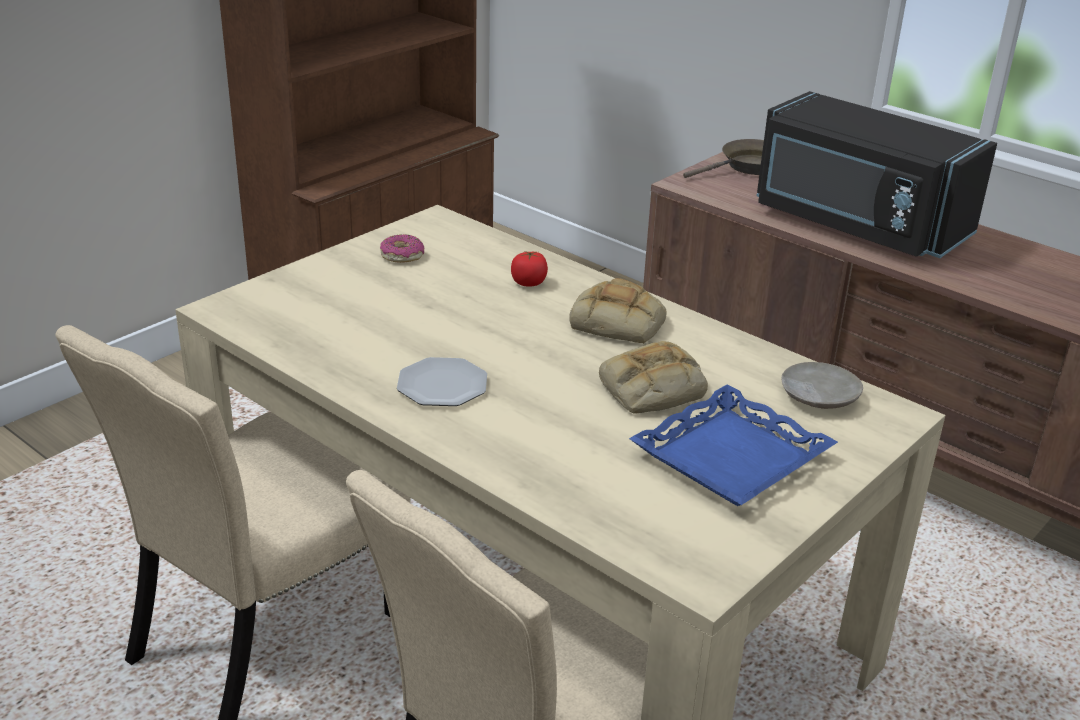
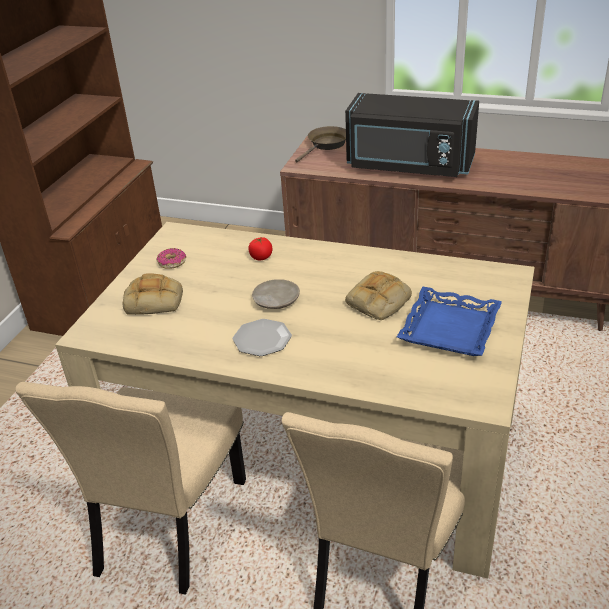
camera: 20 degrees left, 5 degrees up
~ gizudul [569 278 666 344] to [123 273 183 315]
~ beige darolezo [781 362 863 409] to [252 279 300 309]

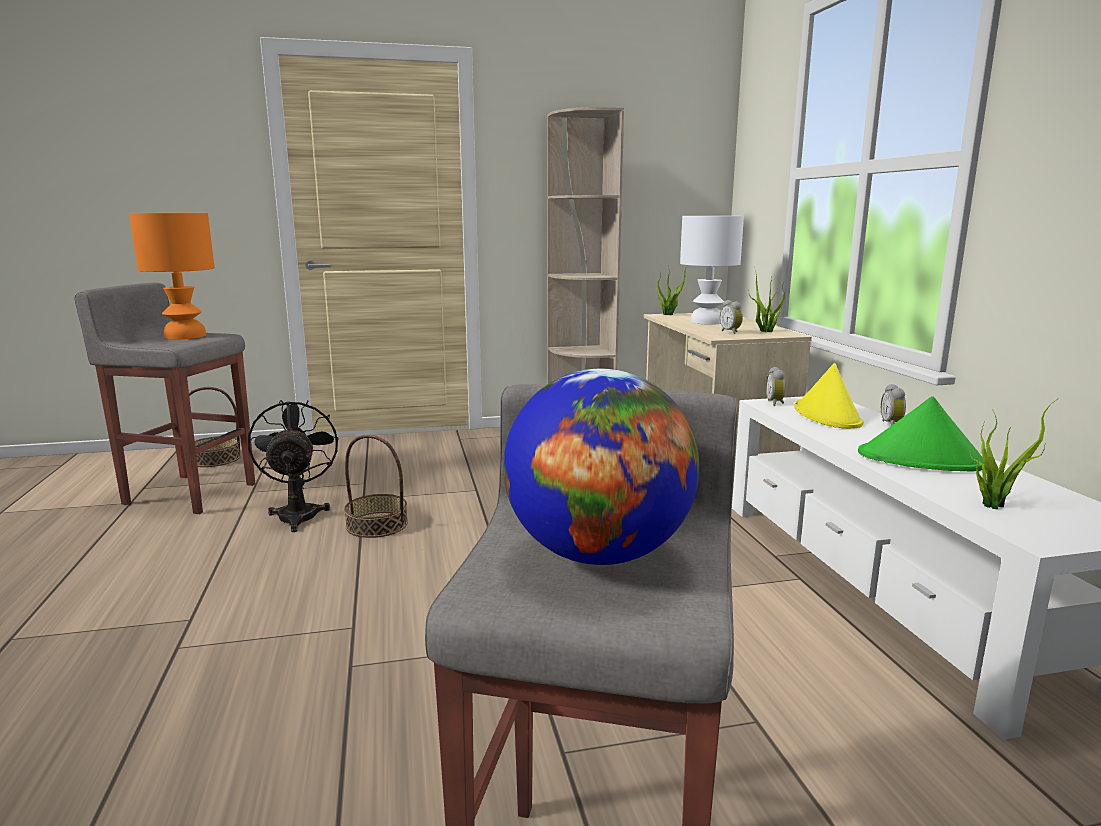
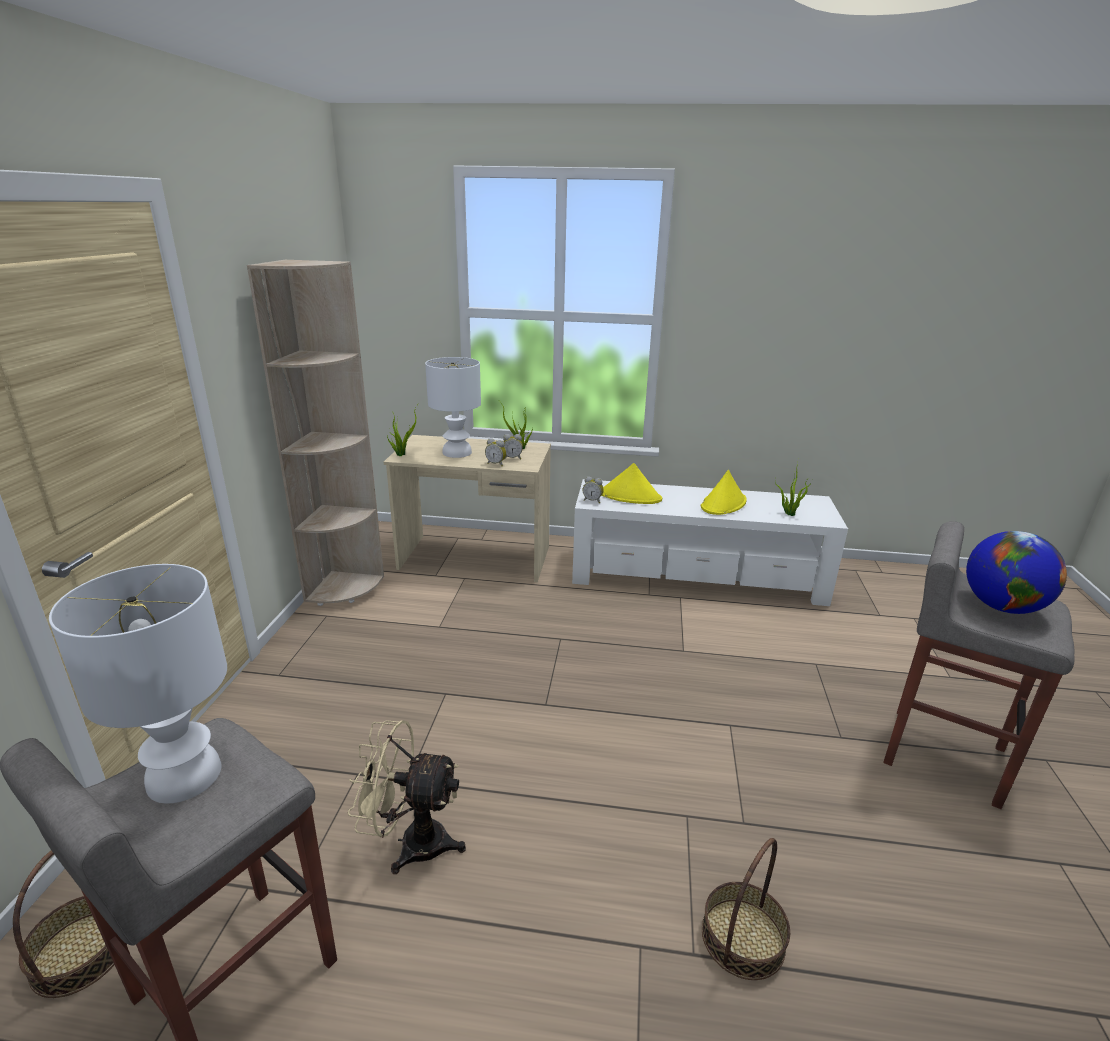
camera: 70 degrees left, 10 degrees up
~ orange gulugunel [129 213 215 339] to white gulugunel [49 564 227 804]
~ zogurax [881 384 906 426] to [485 438 507 466]
~ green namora [858 396 984 471] to yellow namora [701 470 747 515]
~ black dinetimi [248 400 338 532] to beige dinetimi [348 720 466 874]
~ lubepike [344 435 408 538] to [702 838 790 980]

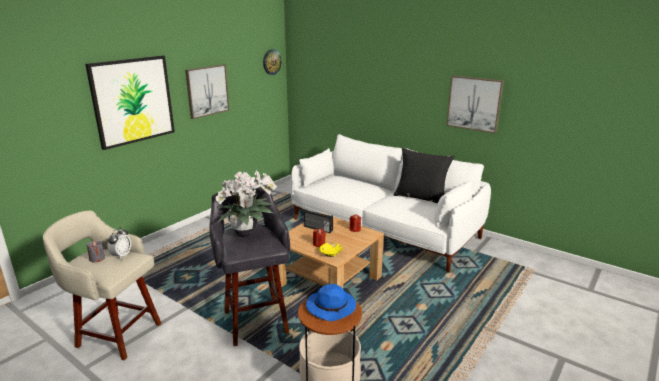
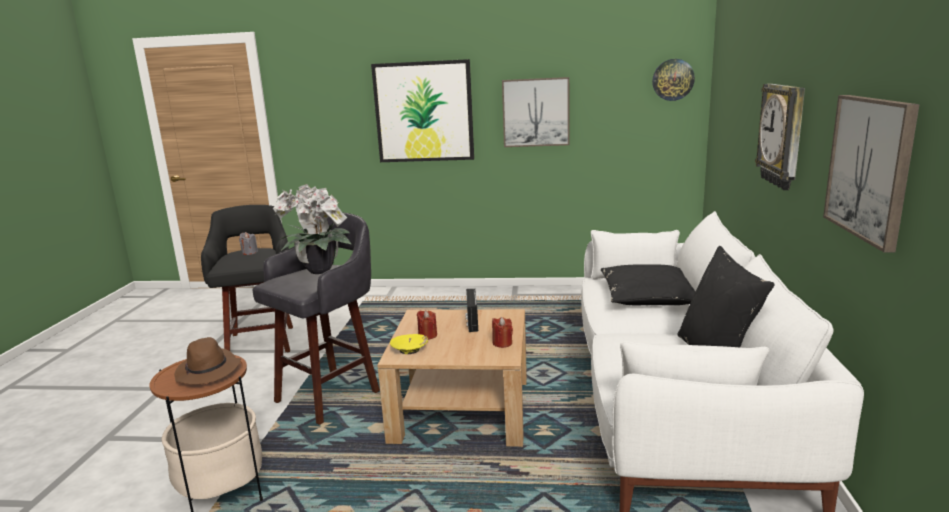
camera: 60 degrees right, 5 degrees down
~ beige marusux [43 210 162 360] to black marusux [201 205 293 352]
- zogurax [107 227 131 259]
~ blue namora [306 284 356 321] to brown namora [175 337 241 385]
+ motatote [755 84 805 190]
+ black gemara [601 264 696 305]

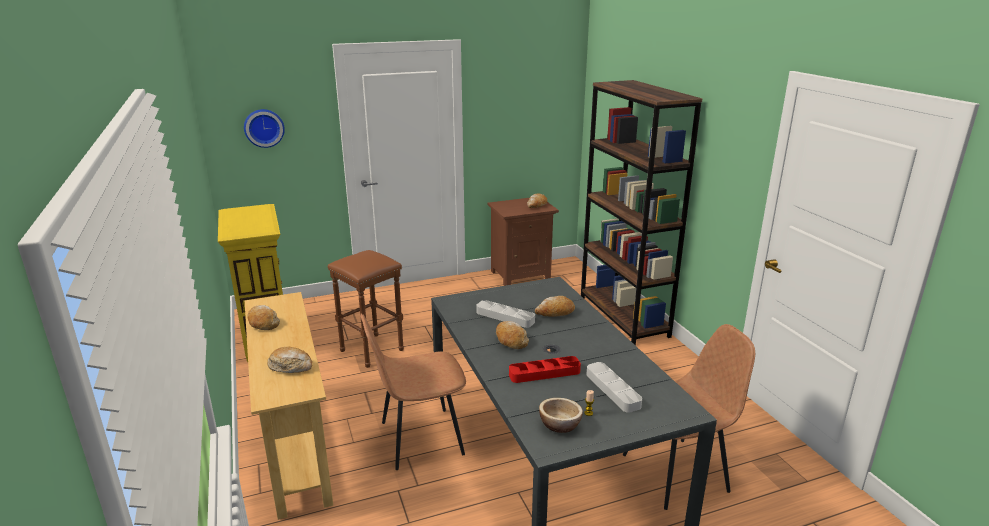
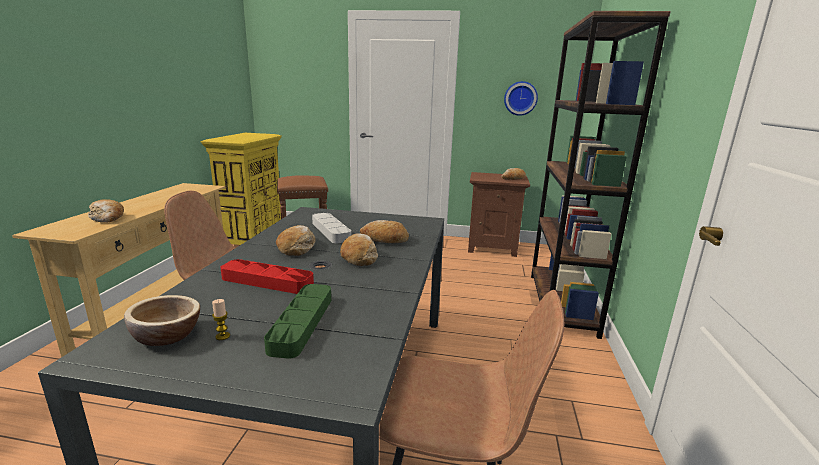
camera: 30 degrees right, 5 degrees down
~ motatote [244 109 285 148] to [504 81 538 116]
~ gizudul [247 305 280 330] to [340 234 378 266]
~ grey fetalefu [586 362 642 413] to green fetalefu [264 284 331 359]

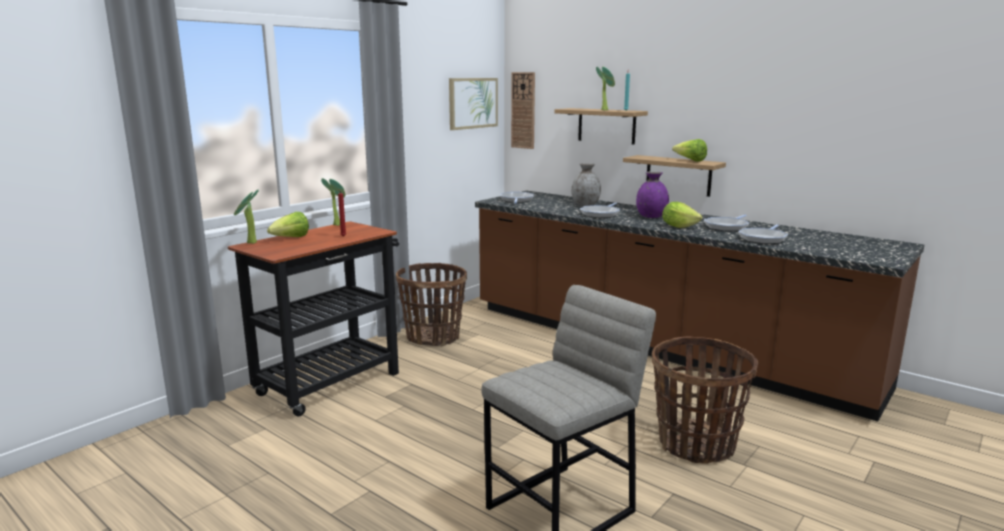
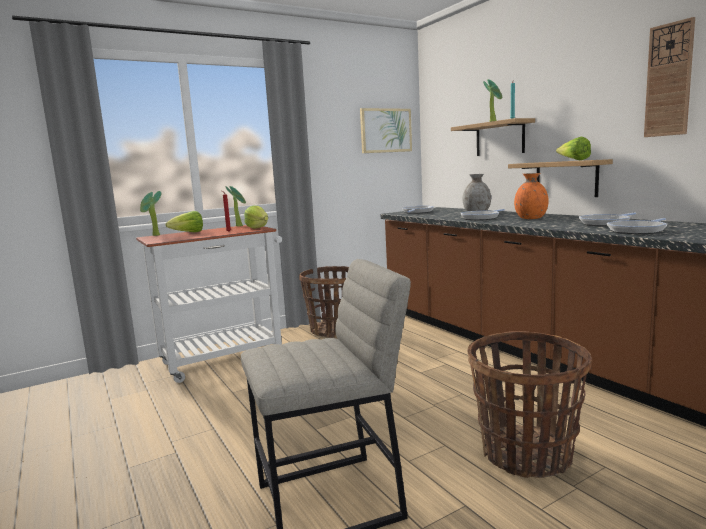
camera: 20 degrees right, 5 degrees down
~ motatote [511 72 535 149] to [644 17 695 137]
~ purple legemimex [636 171 669 218] to orange legemimex [514 173 549 219]
~ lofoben [662 202 702 228] to [244 206 268 229]
~ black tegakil [228 221 399 417] to white tegakil [136 225 282 383]

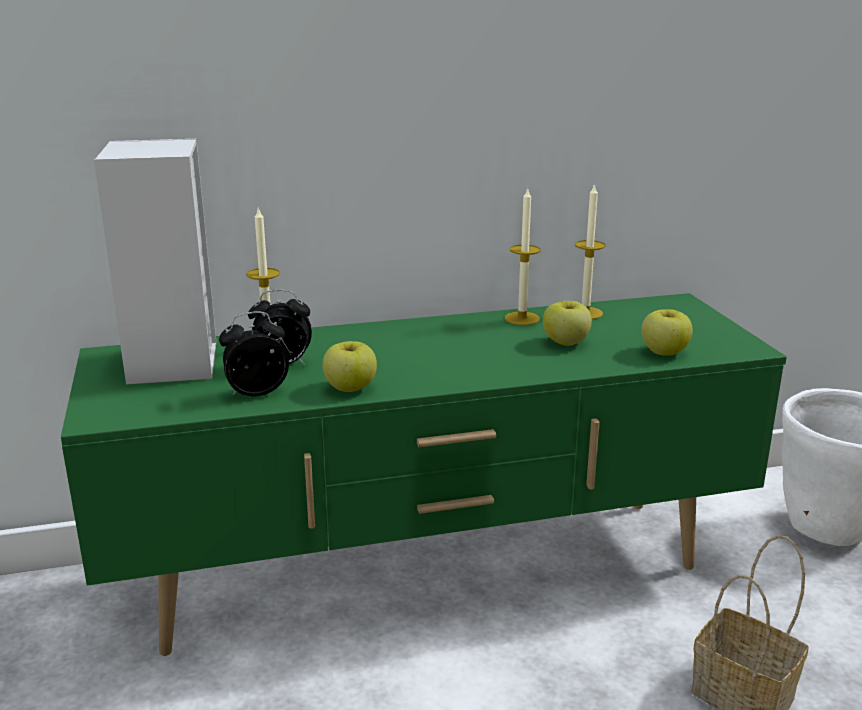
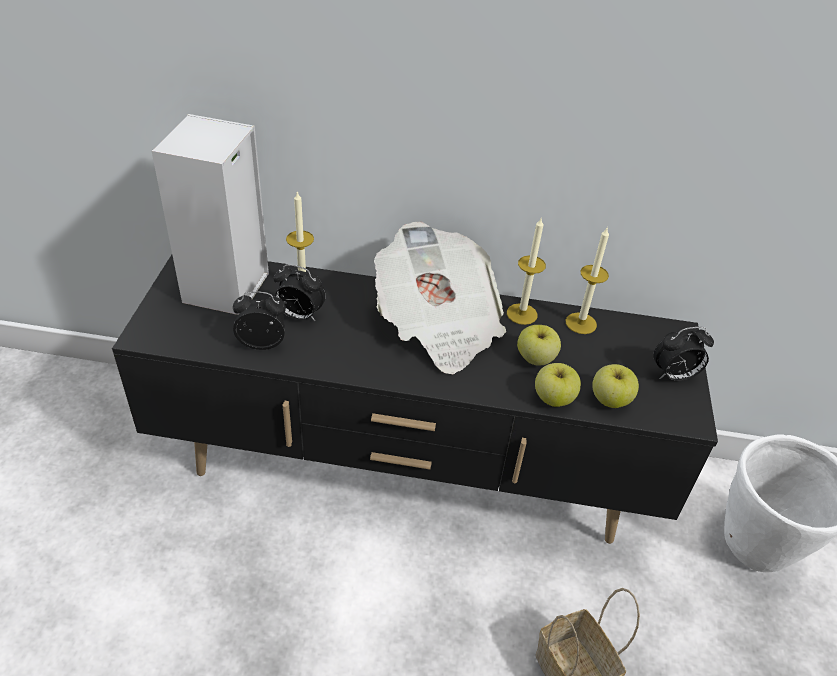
camera: 20 degrees right, 20 degrees up
~ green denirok [61 293 787 656] to black denirok [112 255 718 544]
~ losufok [322 341 377 392] to [535 363 581 407]
+ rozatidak [374 222 506 375]
+ zogurax [653 327 714 381]

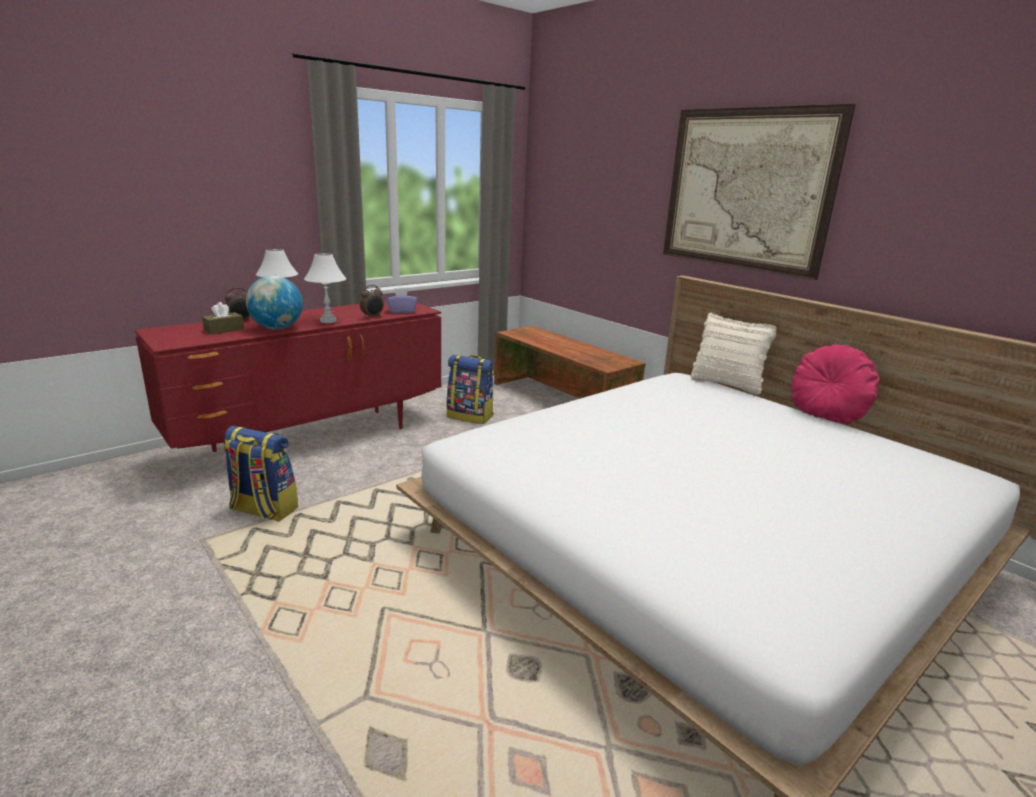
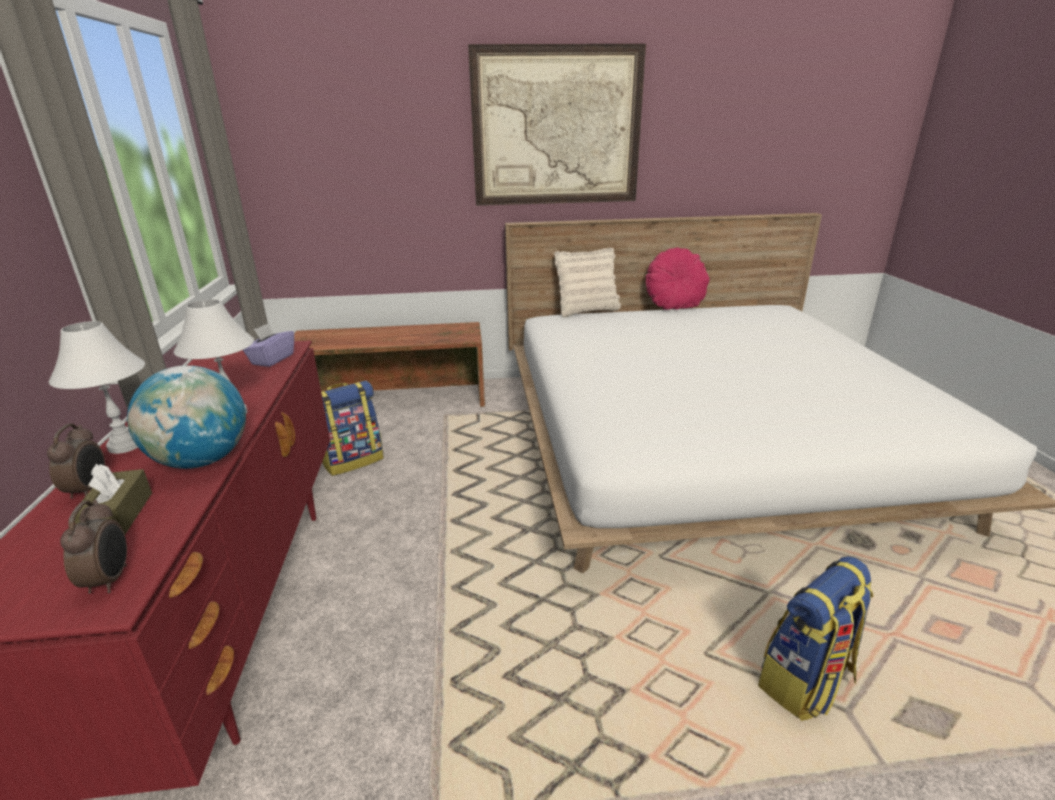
camera: 55 degrees left, 5 degrees up
~ zogurax [360 285 384 318] to [60 500 127 594]
~ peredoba [223 426 298 522] to [758 557 874 721]

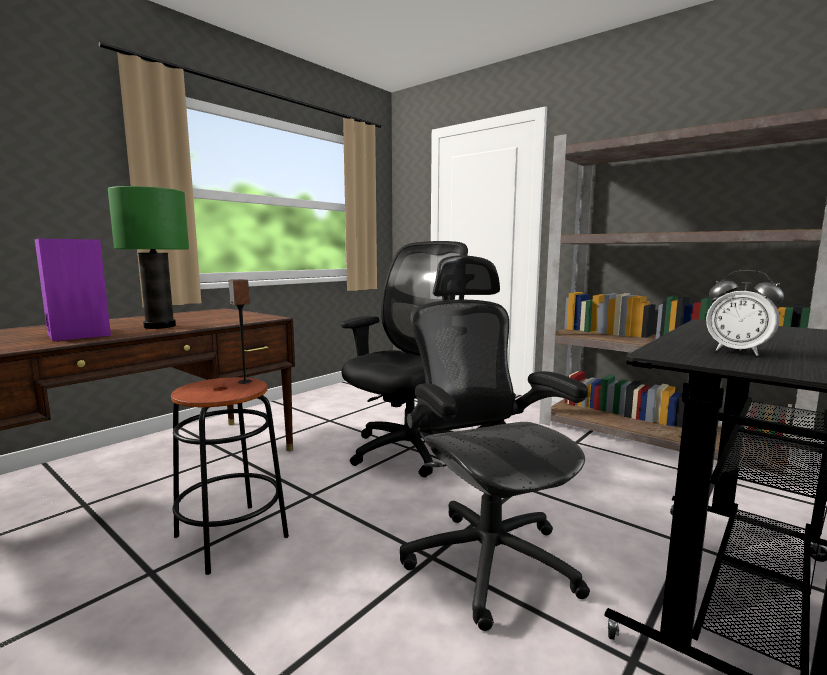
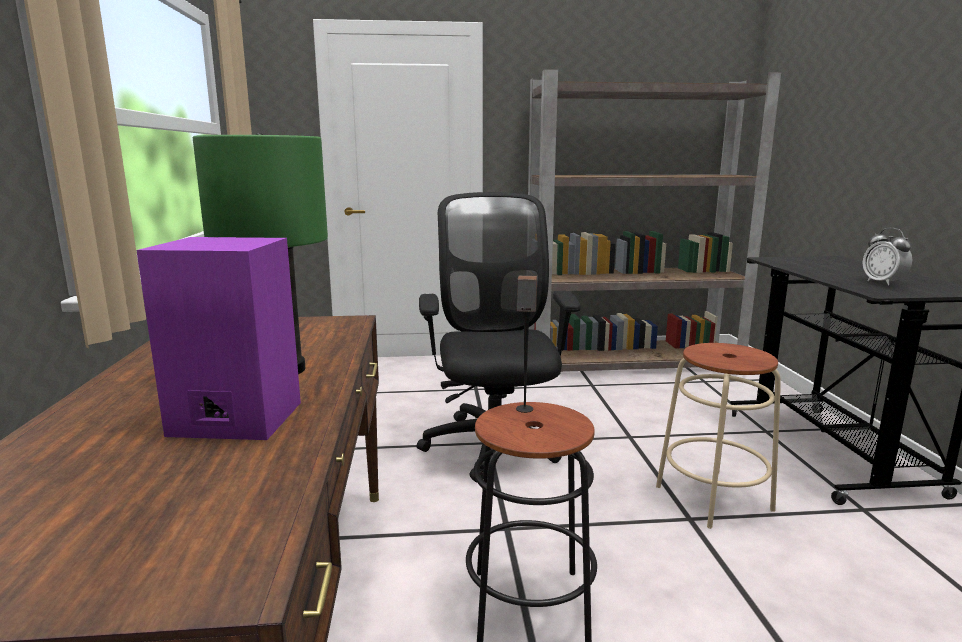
camera: 45 degrees left, 5 degrees up
~ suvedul [400 255 590 631] to beige marusux [656 343 781 529]
~ zogurax [706 270 784 356] = [863 228 912 286] 75 degrees clockwise

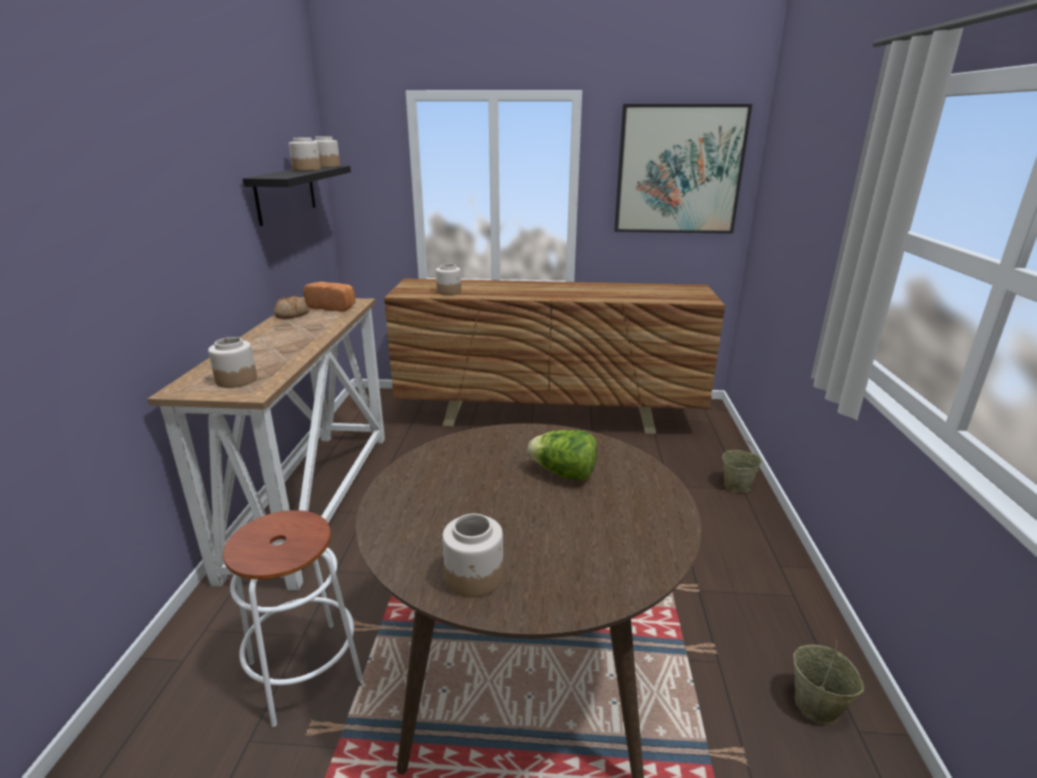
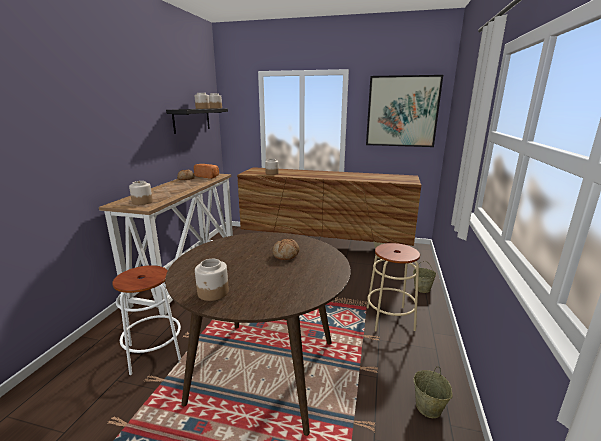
camera: 10 degrees right, 5 degrees down
~ lofoben [528 430 597 481] to gizudul [273 239 300 260]
+ beige marusux [367 243 420 331]

